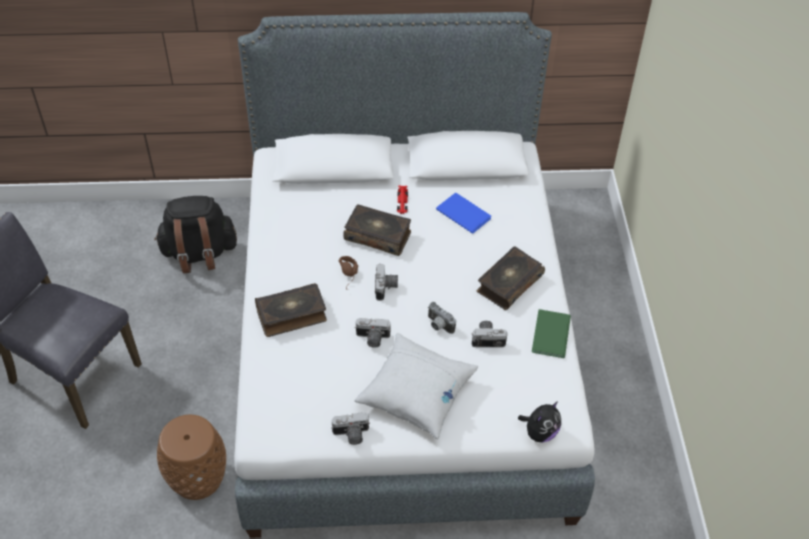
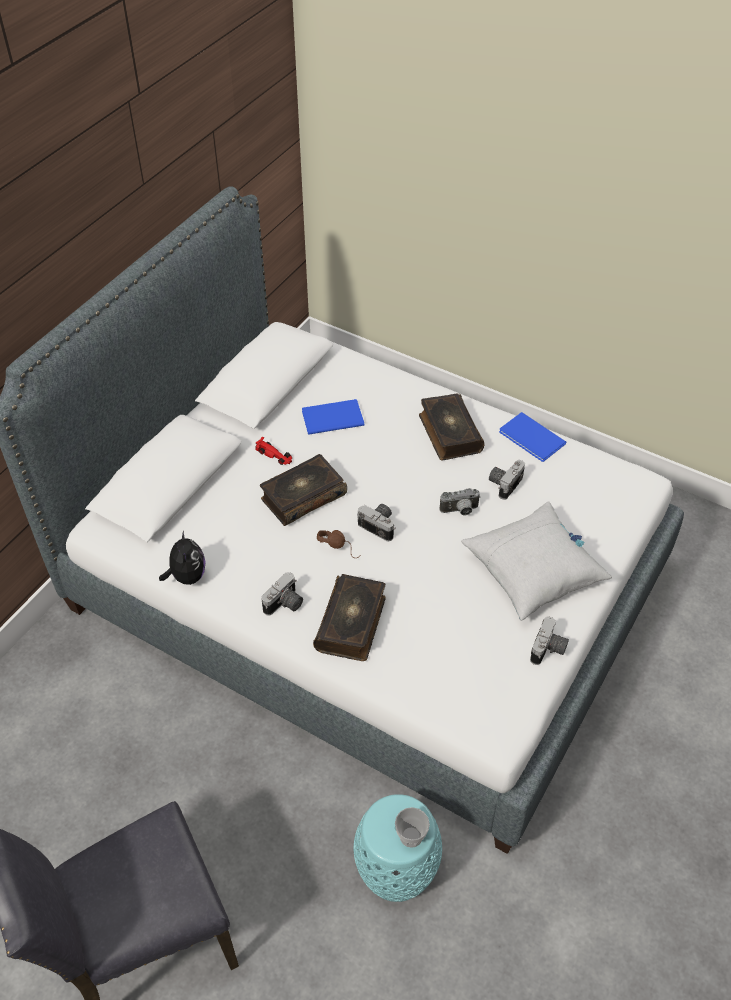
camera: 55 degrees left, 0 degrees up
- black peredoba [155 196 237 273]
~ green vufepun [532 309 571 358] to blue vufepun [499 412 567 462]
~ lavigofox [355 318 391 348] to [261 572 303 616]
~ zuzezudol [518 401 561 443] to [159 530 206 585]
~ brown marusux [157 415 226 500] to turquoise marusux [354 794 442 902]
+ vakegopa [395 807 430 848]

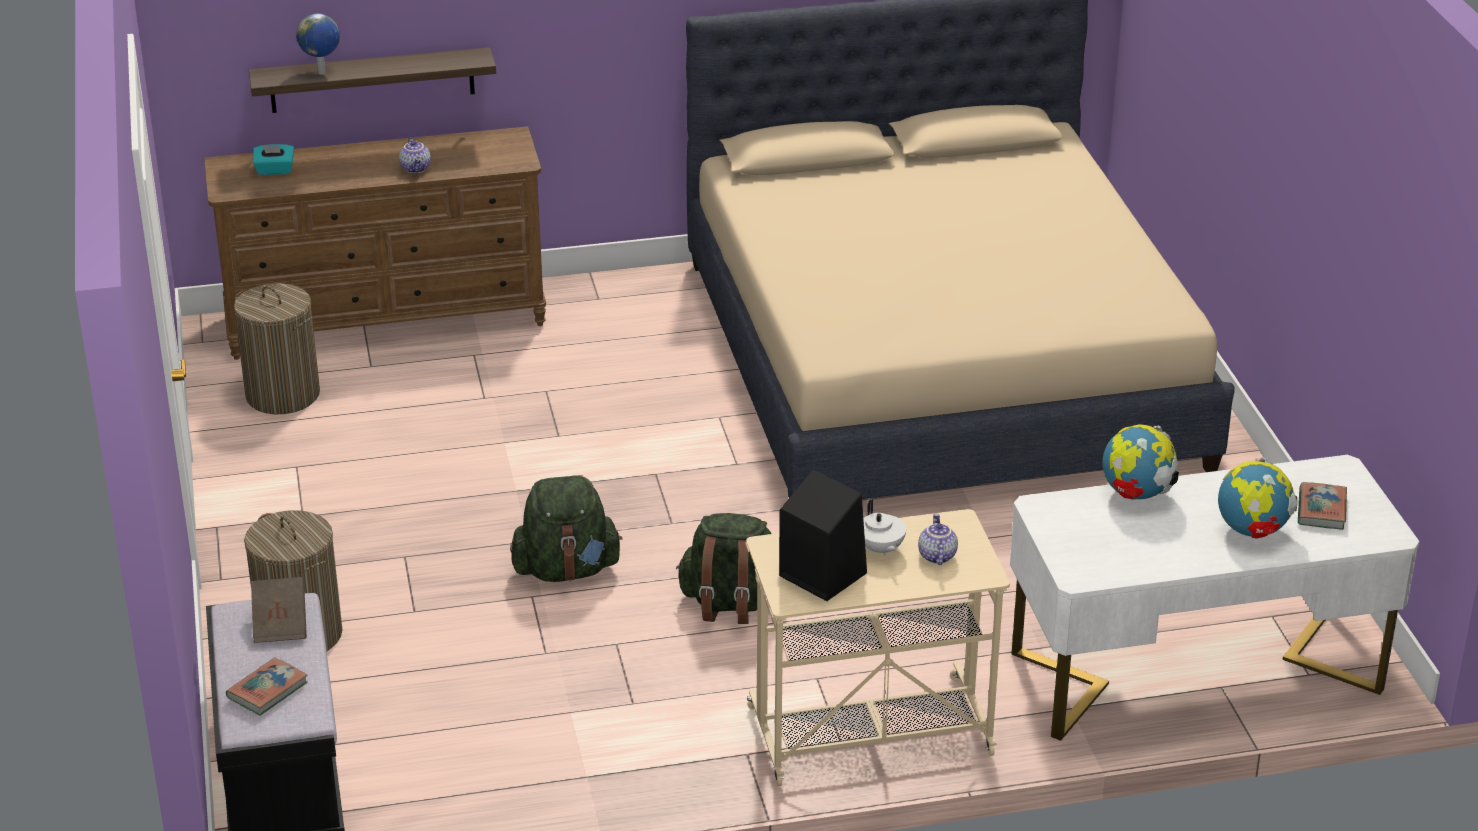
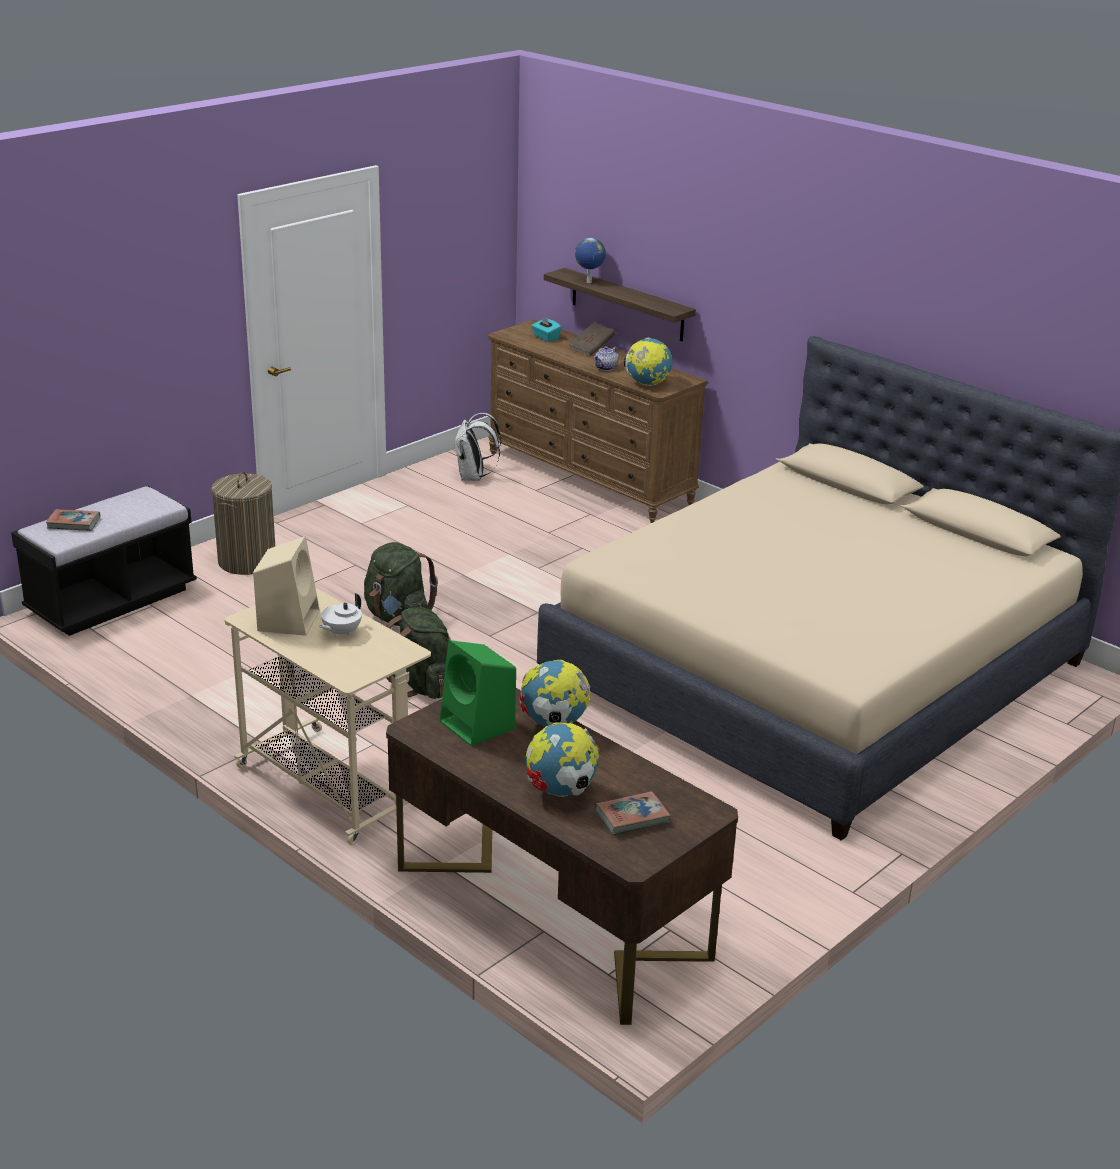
camera: 55 degrees right, 5 degrees down
~ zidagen [234 283 320 414] to white peredoba [453 413 501 481]
~ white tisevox [1010 455 1419 741] to brown tisevox [386 688 738 1025]
~ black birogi [779 469 867 601] to beige birogi [253 536 320 636]
- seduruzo [918 514 958 565]
~ brown vufepun [251 577 307 643] to [569 322 615 356]
+ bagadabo [624 337 672 386]
+ green birogi [440 640 516 746]

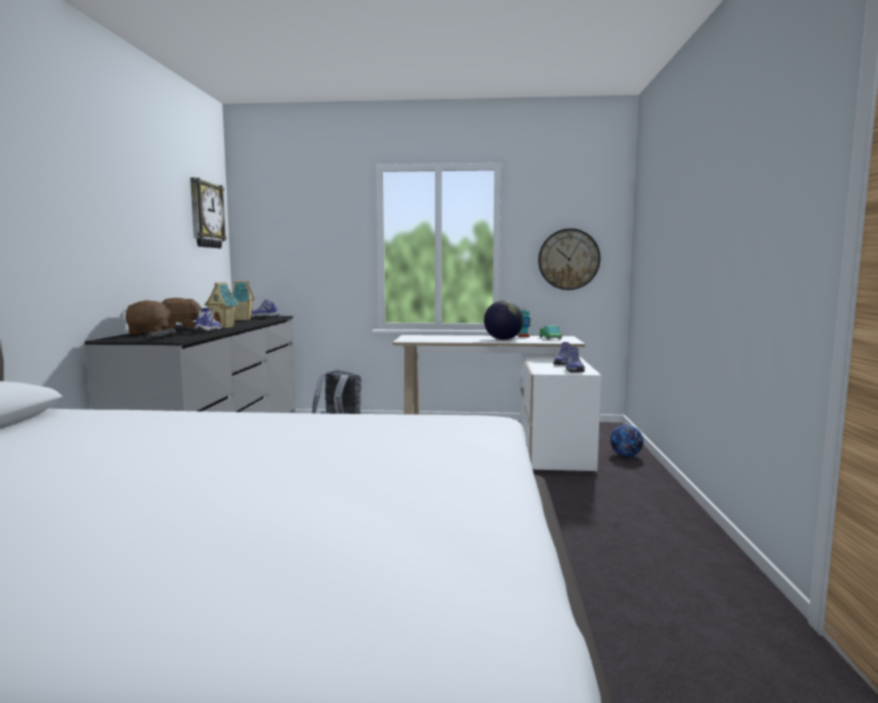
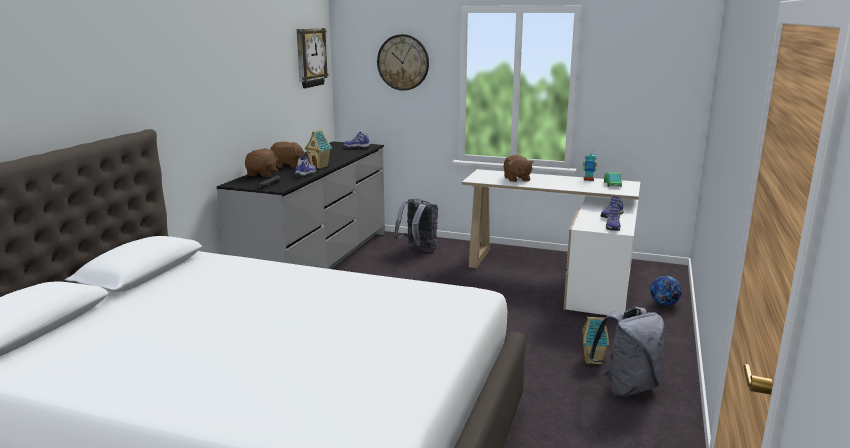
camera: 15 degrees right, 10 degrees up
~ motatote [538 228 600 290] to [377 34 429 91]
~ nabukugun [232 281 254 320] to [582 317 609 365]
- bagadabo [484 300 524 340]
+ brown zuzezudol [503 155 534 182]
+ grey peredoba [588 307 665 397]

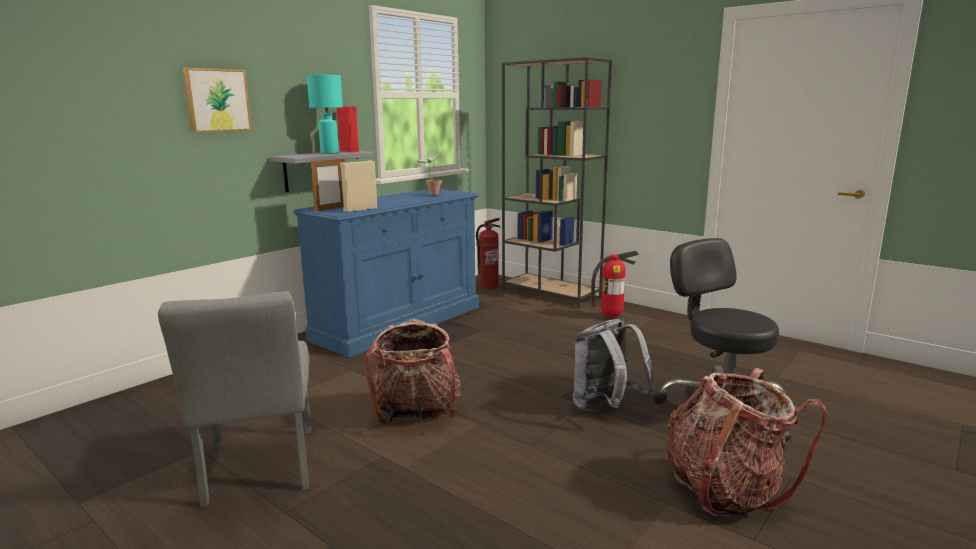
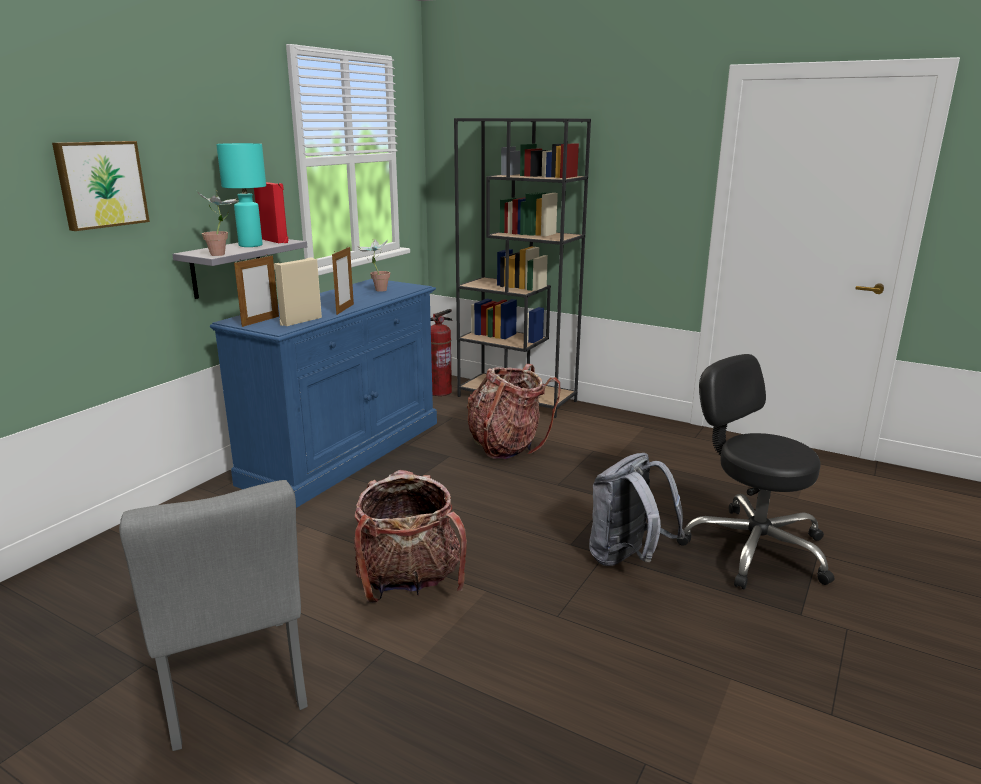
camera: 10 degrees left, 5 degrees up
- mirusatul [590 251 639 318]
~ peredoba [667 368 827 518] to [467 364 560 459]
+ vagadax [198 190 240 256]
+ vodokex [332 247 354 315]

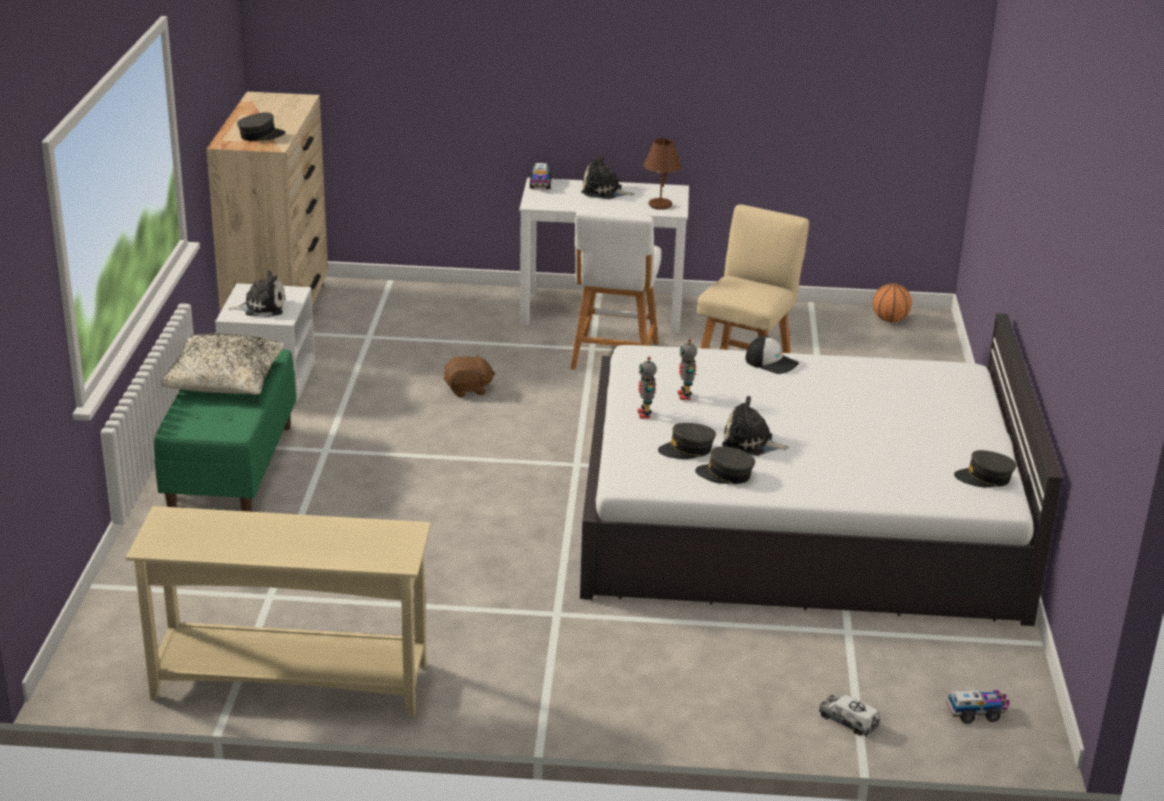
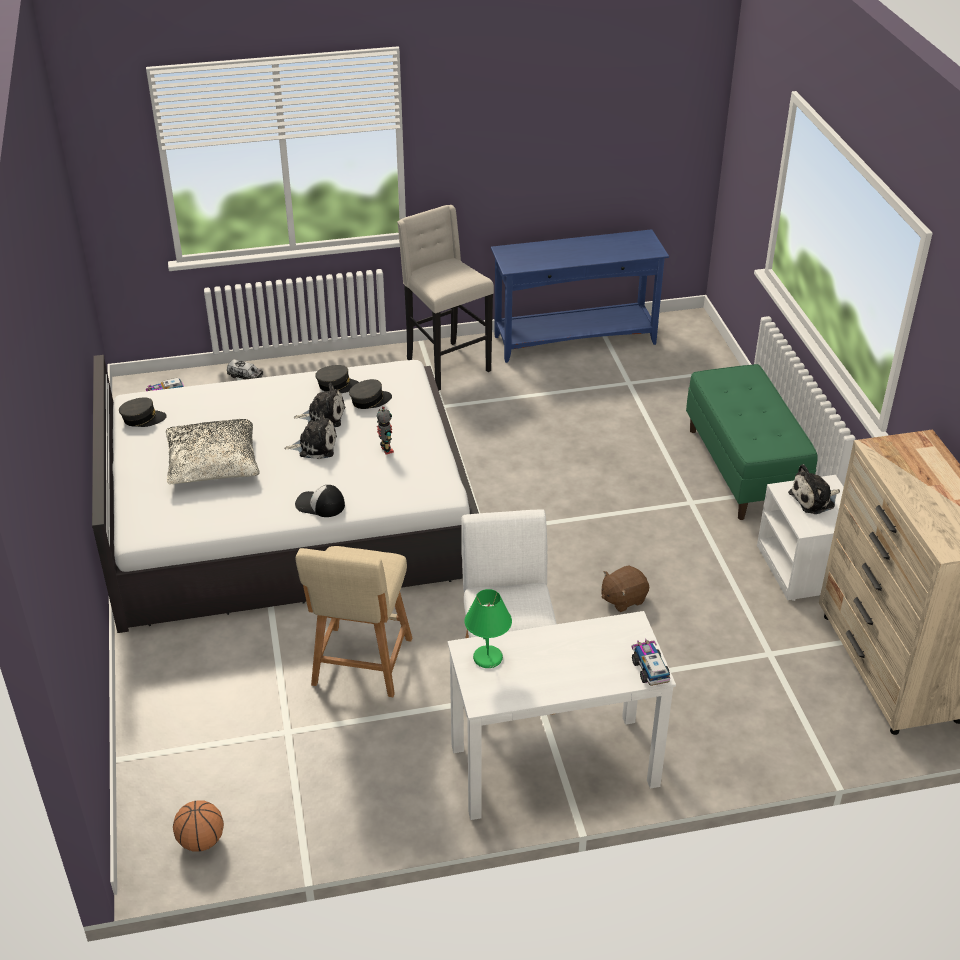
camera: 165 degrees right, 10 degrees up
- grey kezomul [237 112 286 141]
~ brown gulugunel [644 138 681 210] to green gulugunel [464 589 512 668]
~ zuzezudol [581 154 635 199] to [284 412 337 459]
~ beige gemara [162 333 284 395] to [165 419 259 485]
- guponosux [638 357 657 419]
~ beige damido [126 506 431 717] to blue damido [491 229 669 363]
+ beige marusux [397 205 494 390]

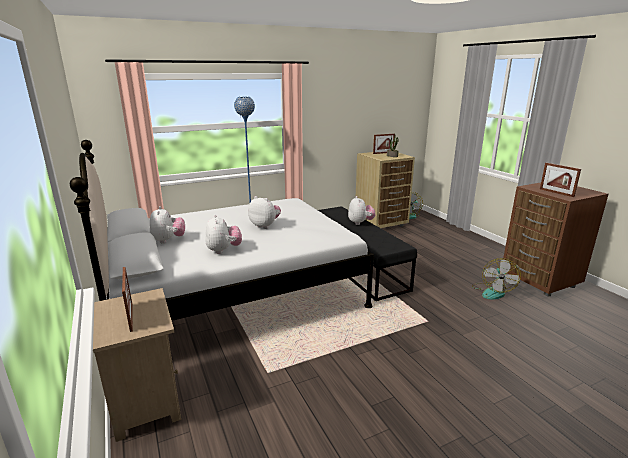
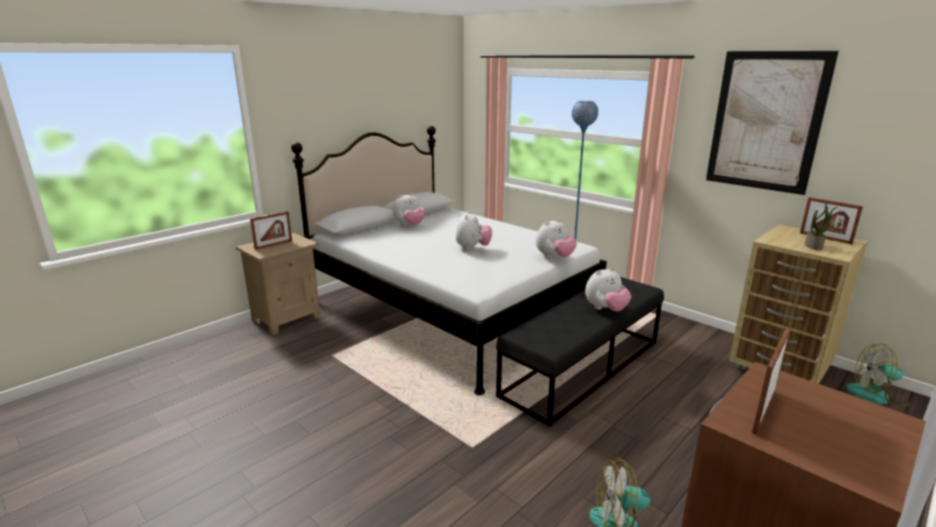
camera: 70 degrees right, 0 degrees up
~ zuzezudol [205 215 242 254] to [536 218 577 258]
+ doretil [706 51 839 195]

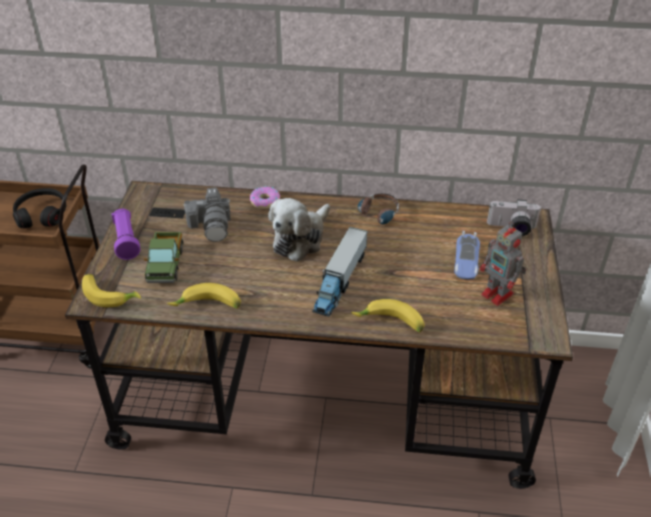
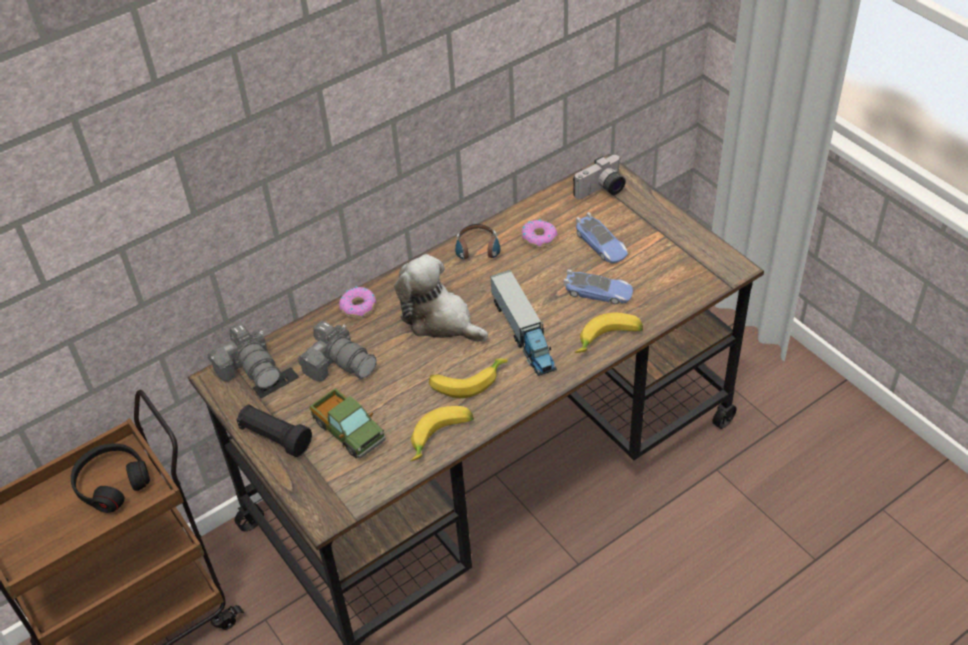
camera: 40 degrees left, 5 degrees up
~ zuzezudol [268 198 330 262] = [395 254 488 342] 135 degrees clockwise
~ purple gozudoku [111 209 140 260] to black gozudoku [236 405 312 457]
- guponosux [480 222 527 306]
~ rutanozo [82 274 141 307] to [429 359 508 398]
+ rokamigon [522 219 558 248]
+ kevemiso [564 270 633 304]
+ lavigofox [208 322 281 388]

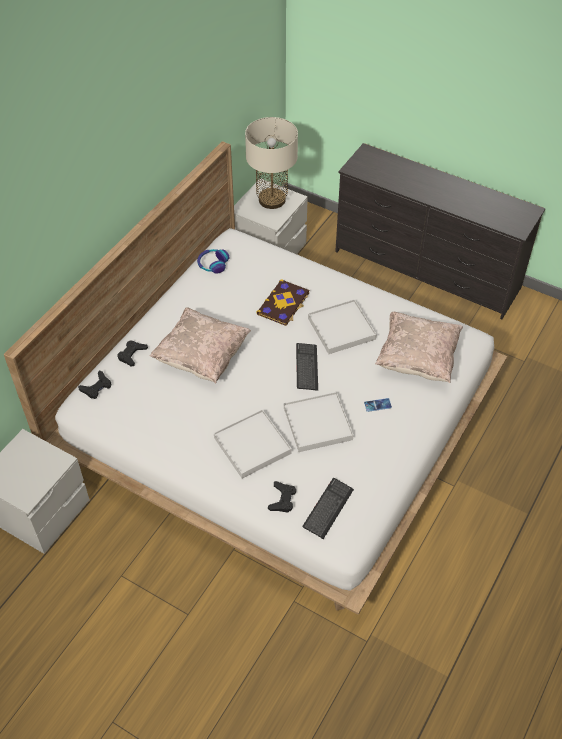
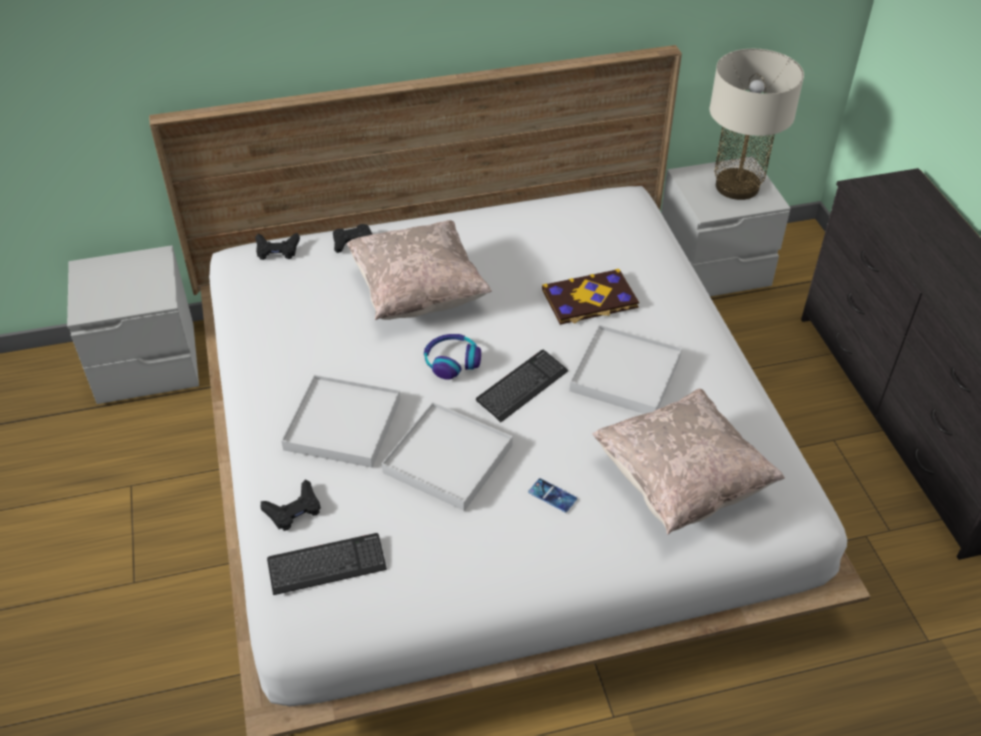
camera: 45 degrees right, 5 degrees down
~ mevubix [197 249 230 274] to [424 334 481 380]

